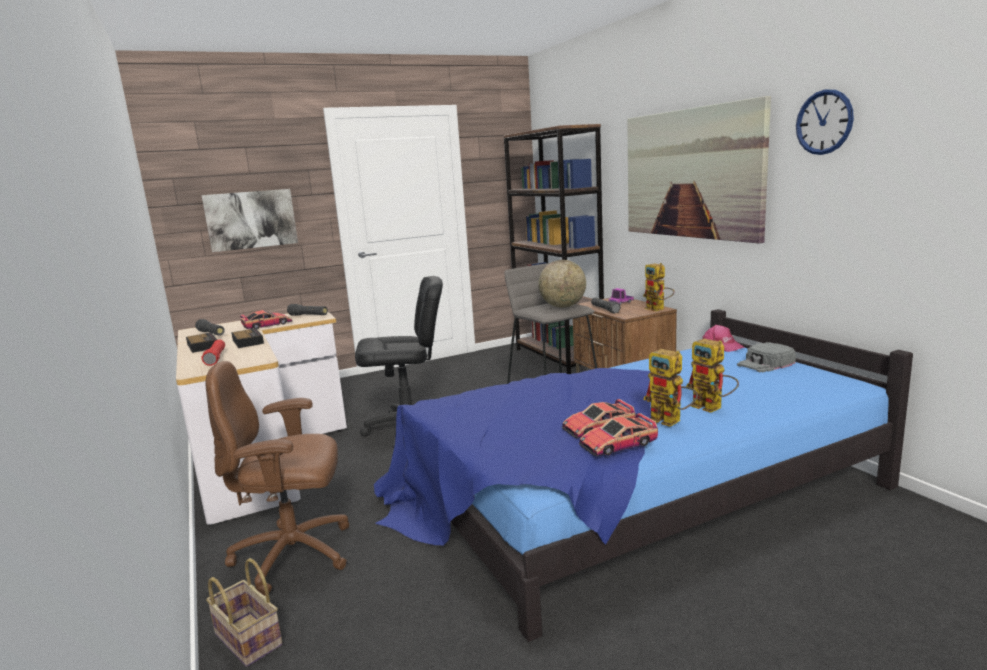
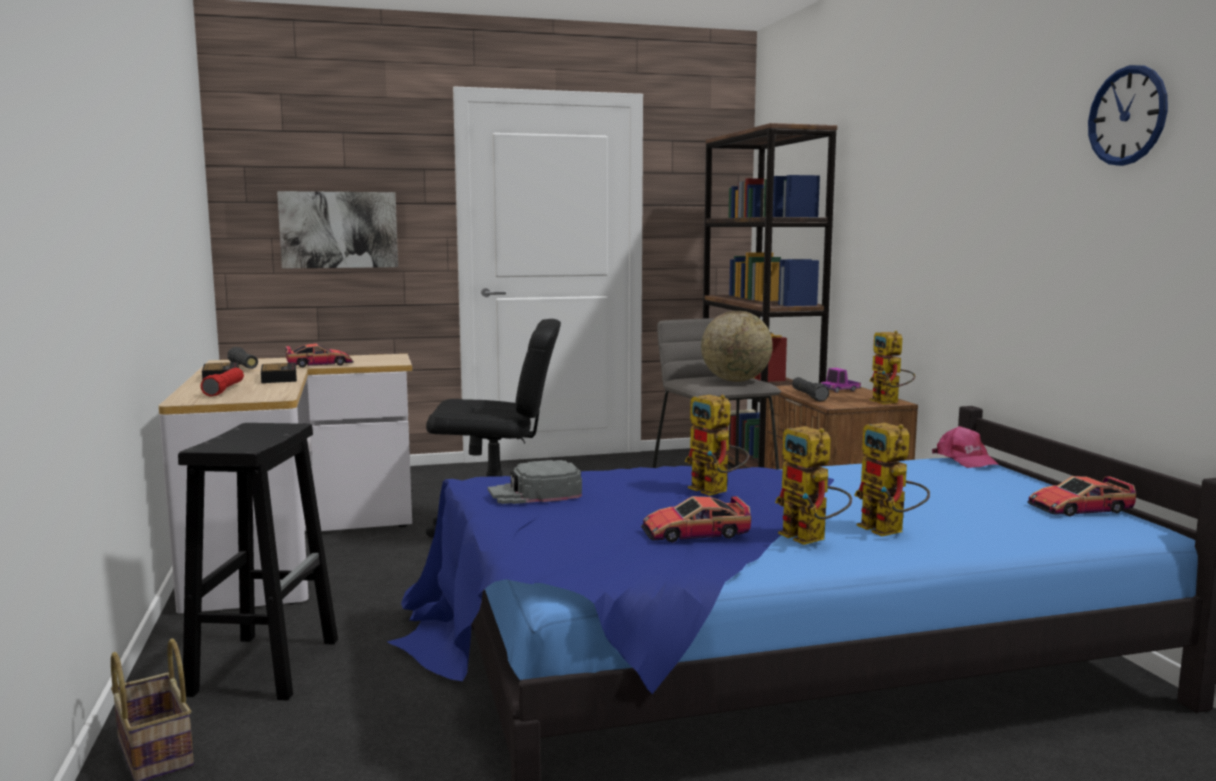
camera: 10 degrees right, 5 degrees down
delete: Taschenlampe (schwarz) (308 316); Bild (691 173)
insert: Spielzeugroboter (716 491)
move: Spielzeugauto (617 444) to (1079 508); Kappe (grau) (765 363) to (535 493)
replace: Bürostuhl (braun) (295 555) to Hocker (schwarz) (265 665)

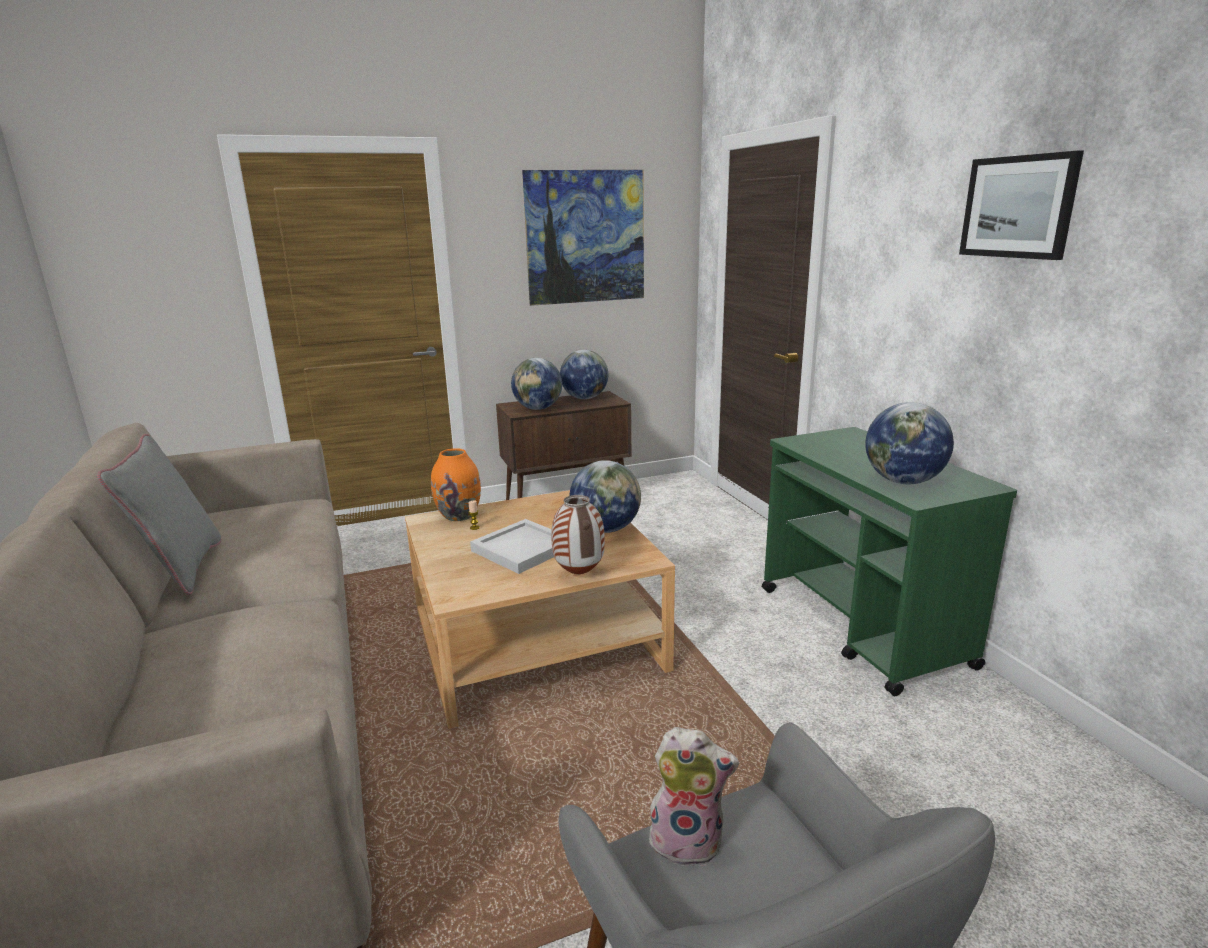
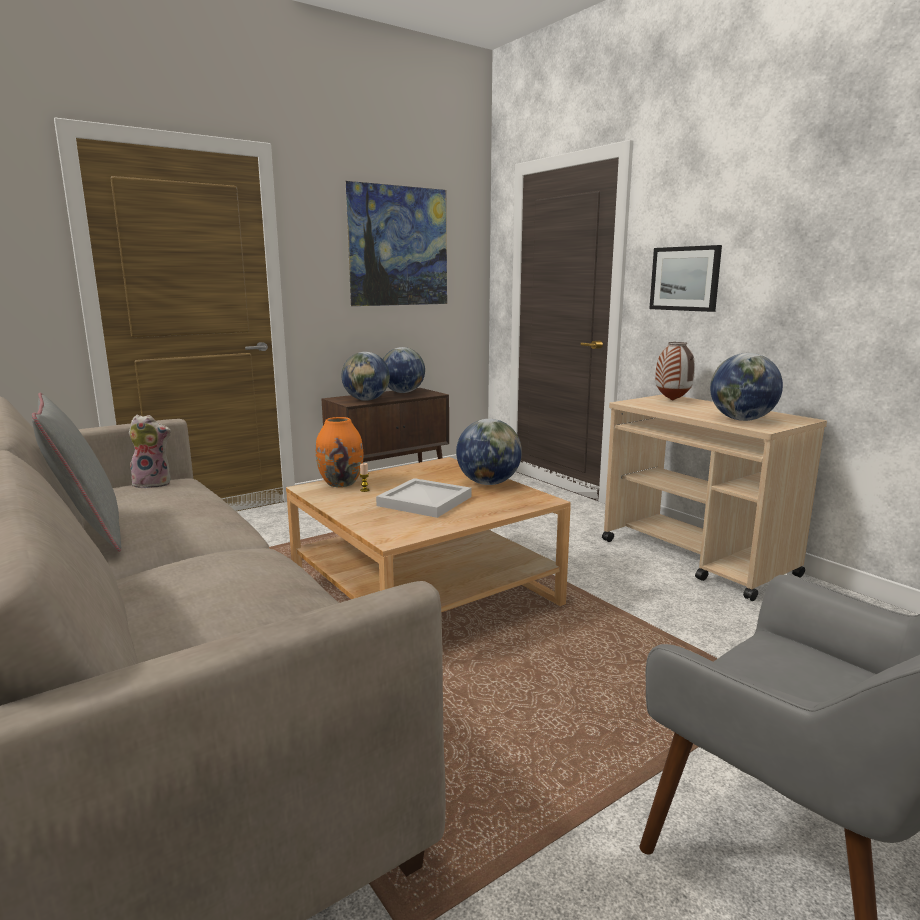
camera: 15 degrees left, 5 degrees down
move: Vase (578 574) to (671 400); Plüschtier (688 840) to (154 484); Bild (1018 207) to (685 278)
recolor: Rollwagen (grün) (862 627) to Rollwagen (beige) (697 558)

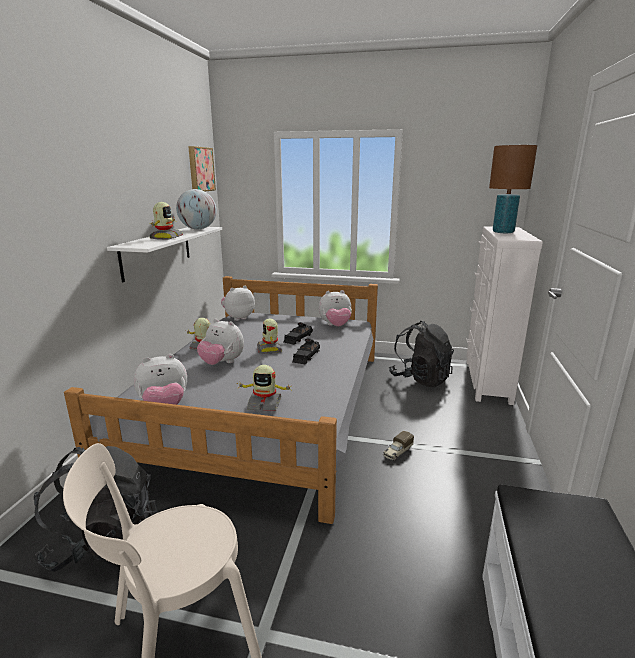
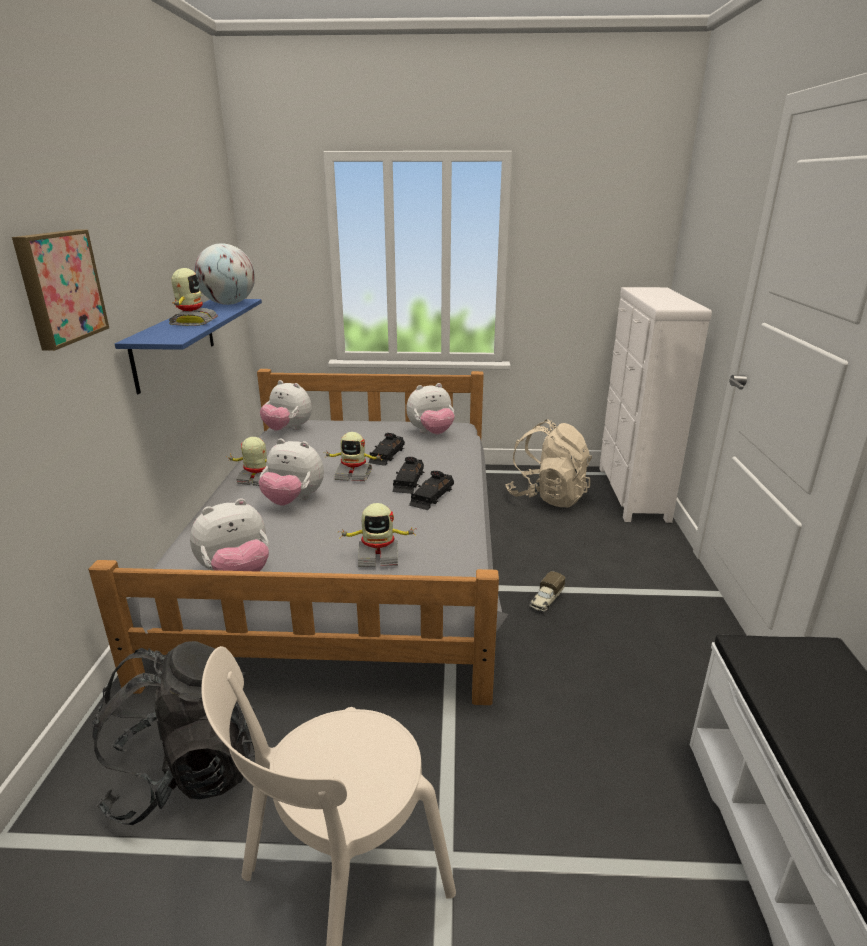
camera: 10 degrees left, 5 degrees up
delete: Tischlampe (braun) (503 232)
insert: Spielzeugauto (schwarz) (431 496)
move: Bild (200 169) to (59 287)
recolor: Wandregal (weiß) (157 251) to Wandregal (blau) (175 342); Rucksack (schwarz) (420 379) to Rucksack (beige) (547 497)
rotate: Plüschtier (238 318) = (288 430) 105 degrees counterclockwise; Spielzeugroboter (270 349) = (353 475) 60 degrees counterclockwise

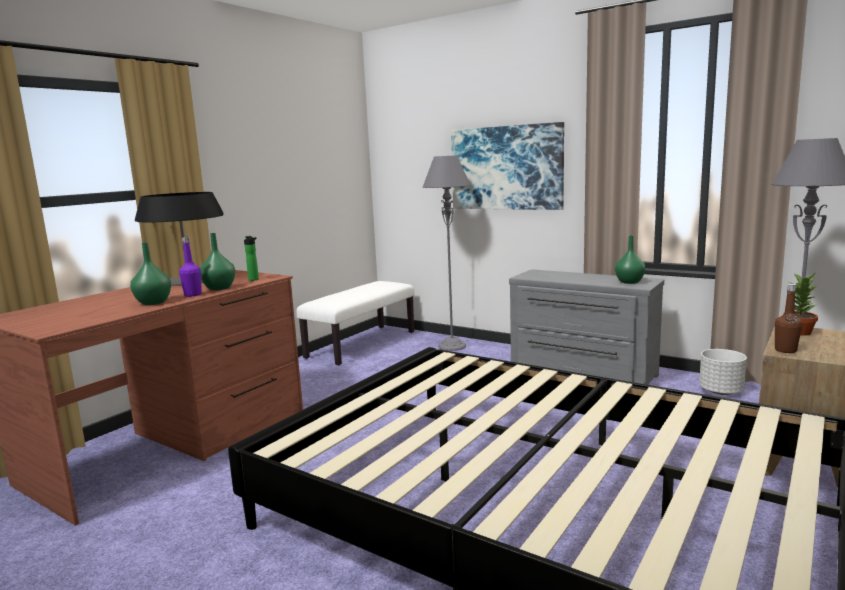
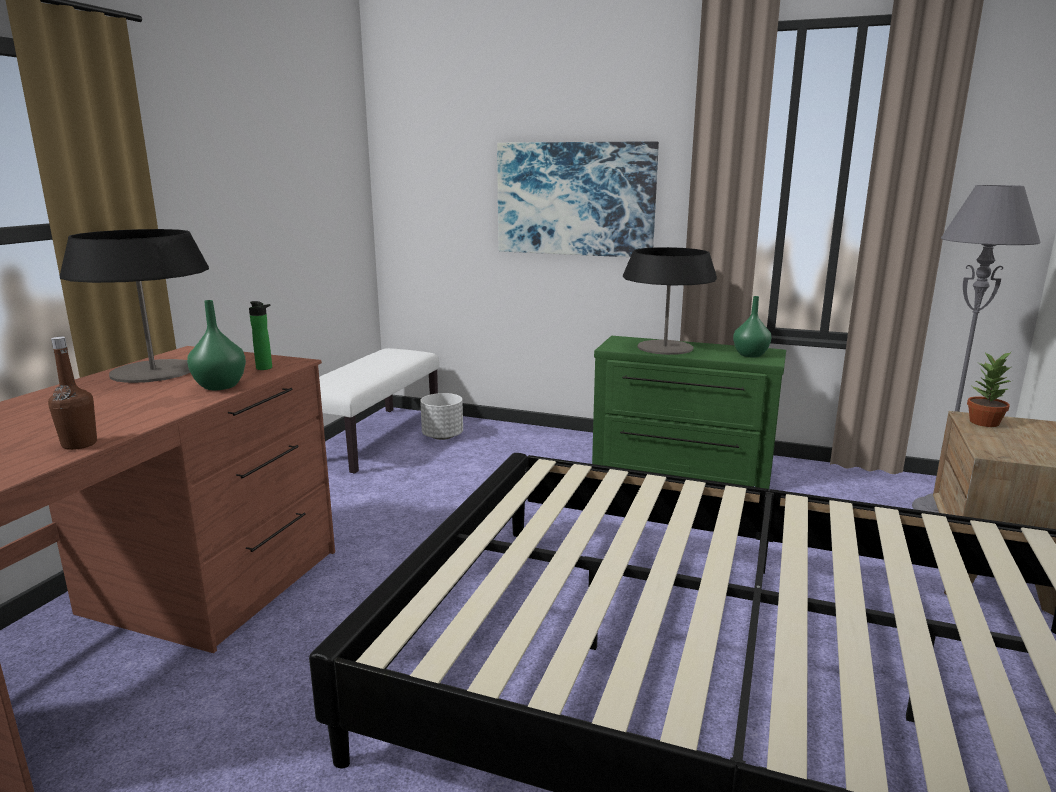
camera: 15 degrees left, 5 degrees up
delete: Vase (grün) (153 303); Flasche (lila) (193 295); Stehlampe (grau) (452 346)
insert: Tischlampe (665 347)
move: Pflanzkübel (weiß) (721 391) to (443 436); Flasche (braun) (785 350) to (79 444)
recolor: Kommode (grau) (581 373) to Kommode (grün) (681 468)

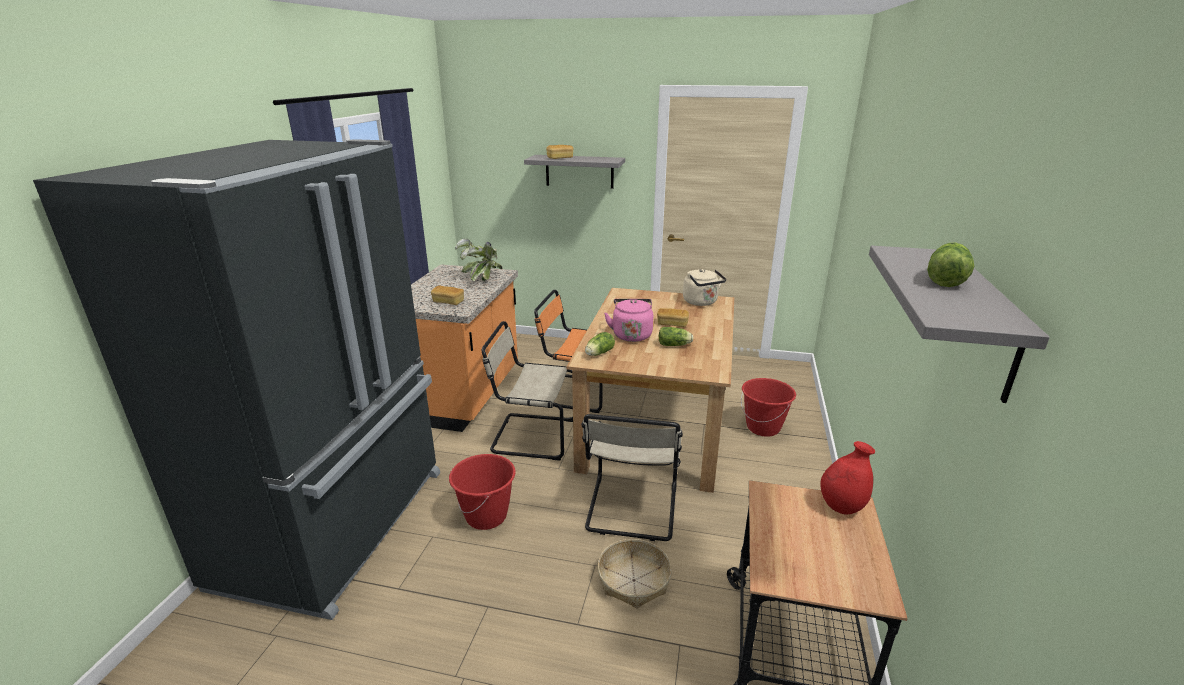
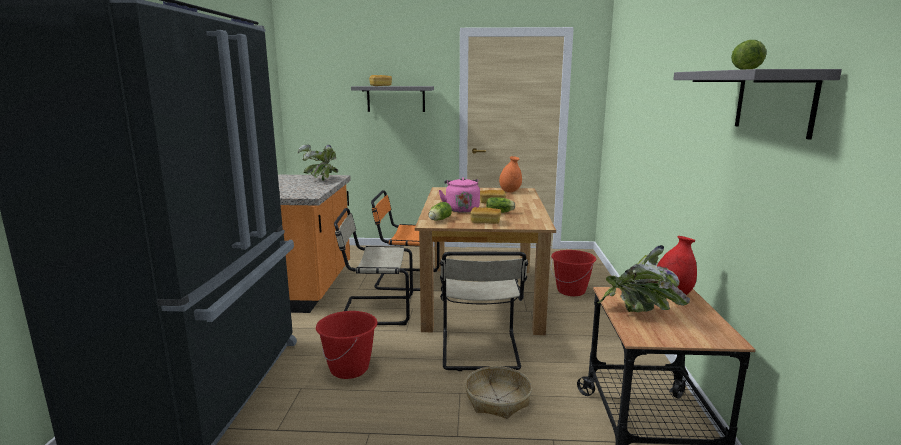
camera: 10 degrees left, 10 degrees down
insert: Topfpflanze (639 314)
move: Brot (448 302) to (485 222)
replace: Wasserkessel (beige) (701 302) to Vase (orange) (510 191)

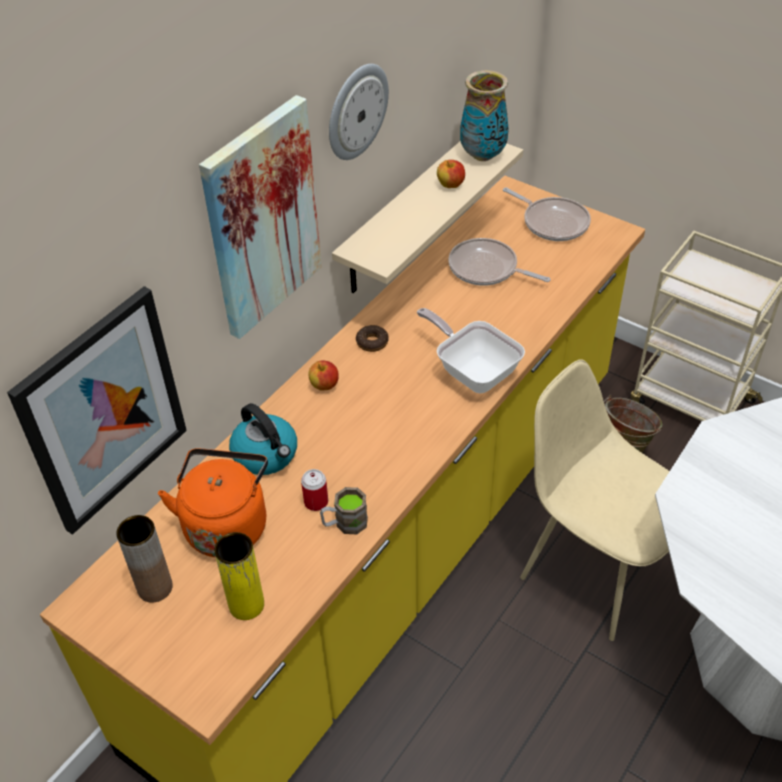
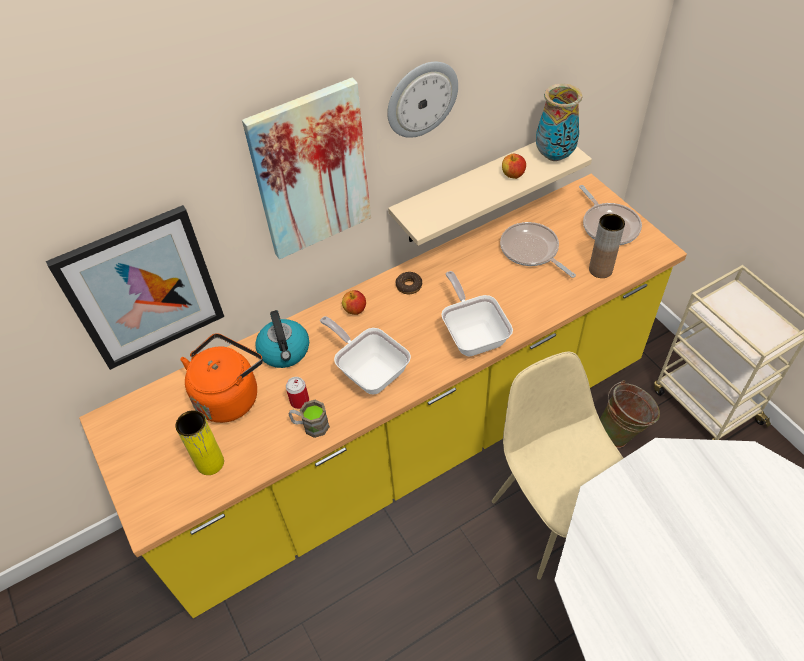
camera: 25 degrees right, 5 degrees up
insert: Pfanne (369 370)
move: Vase (braun) (155 587) to (600 270)

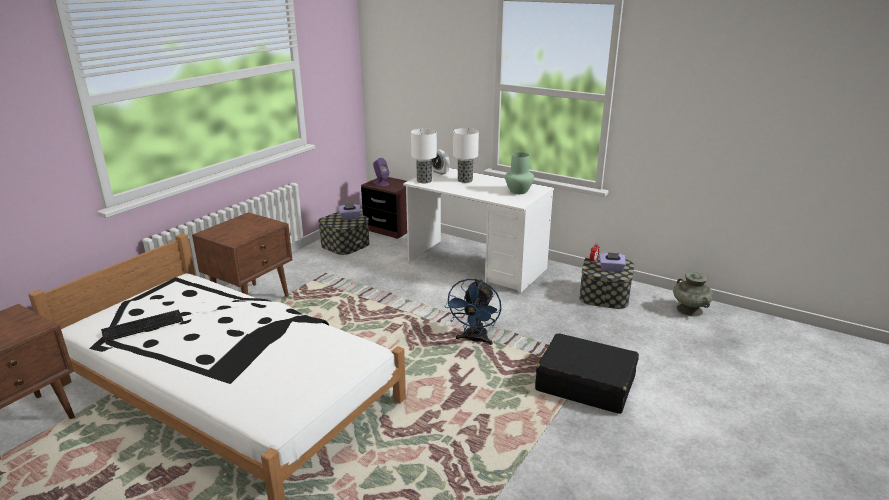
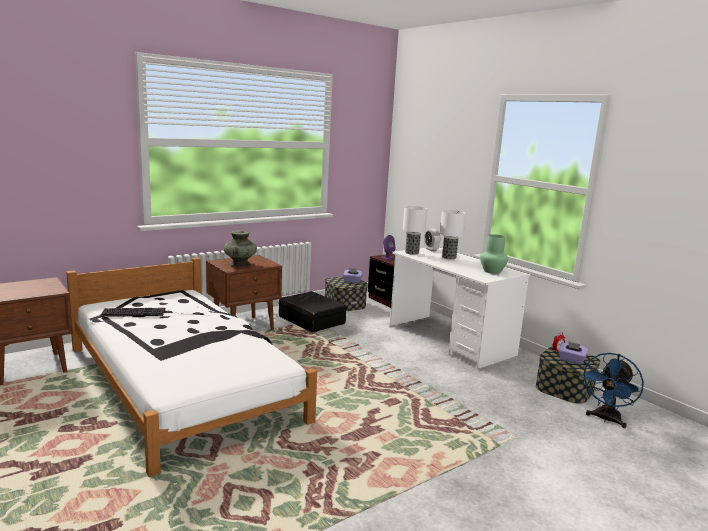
camera: 20 degrees right, 10 degrees down
move: Ventilator (blau) (474 340) to (606 419); Koffer (schwarz) (585 384) to (311 320); Vase (türkis) (689 310) to (240 264)

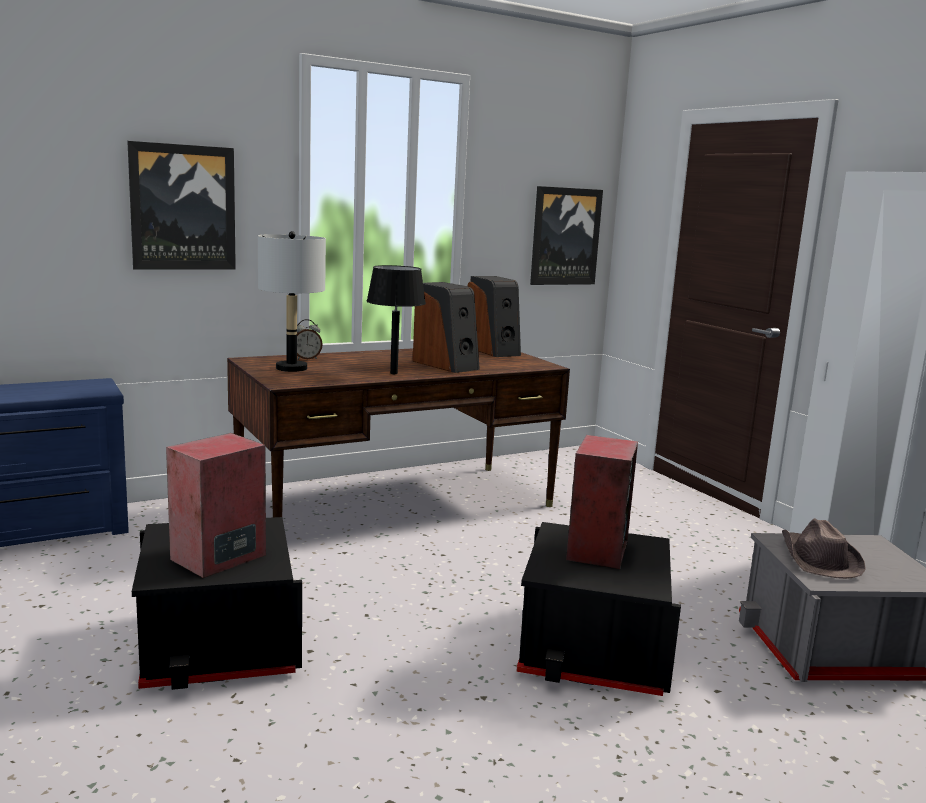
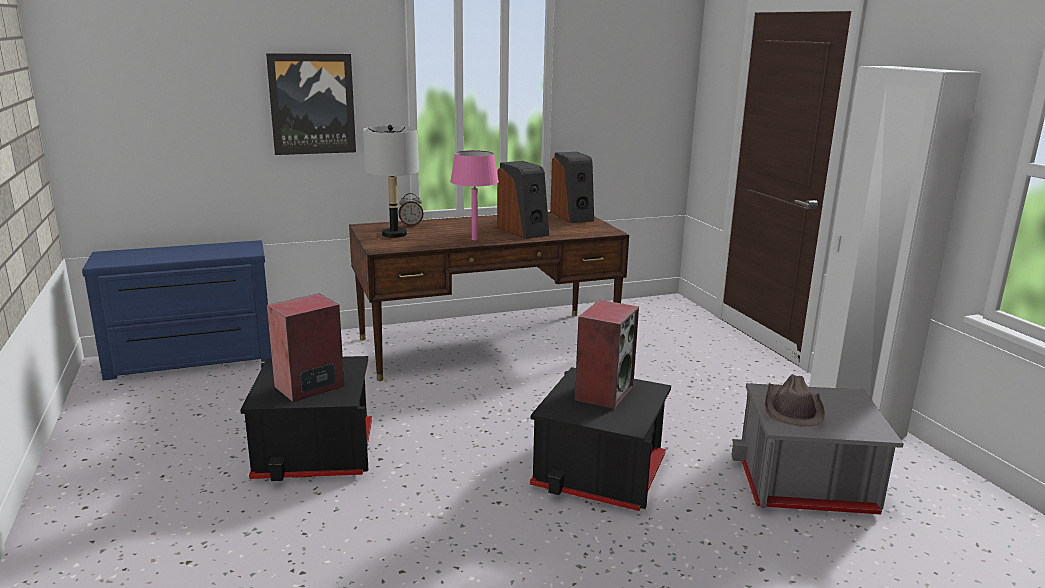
camera: 10 degrees right, 5 degrees up
delete: Bild (565 236)
recolor: Tischlampe (schwarz) (393 373) to Tischlampe (rosa) (474 239)

